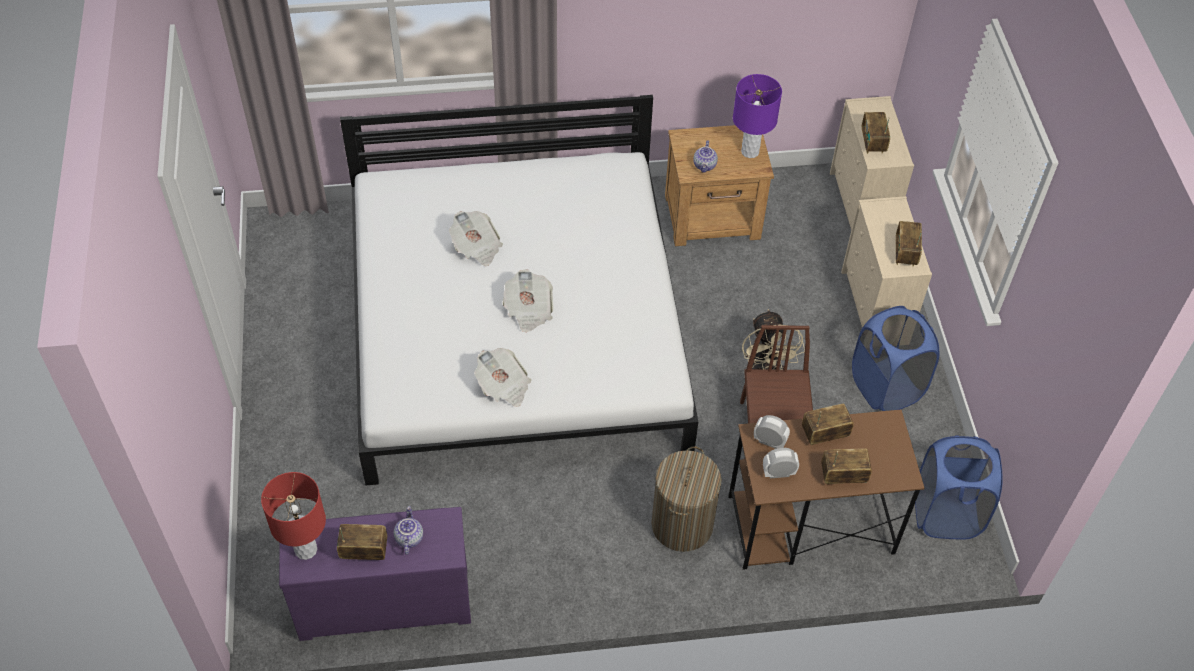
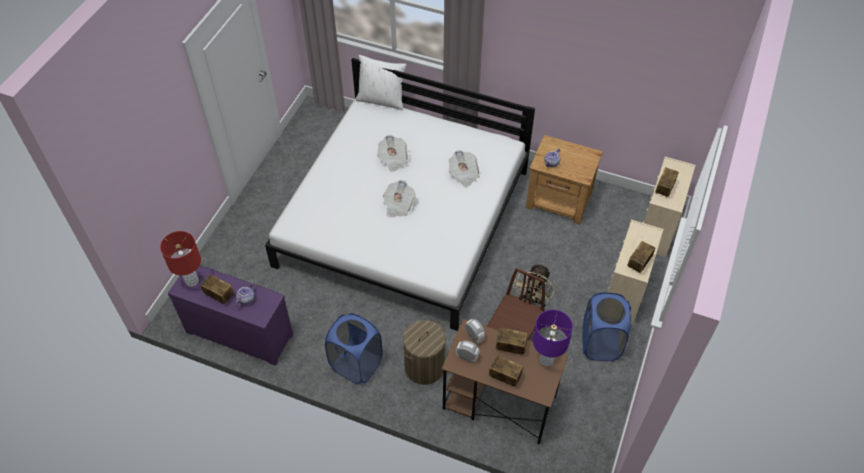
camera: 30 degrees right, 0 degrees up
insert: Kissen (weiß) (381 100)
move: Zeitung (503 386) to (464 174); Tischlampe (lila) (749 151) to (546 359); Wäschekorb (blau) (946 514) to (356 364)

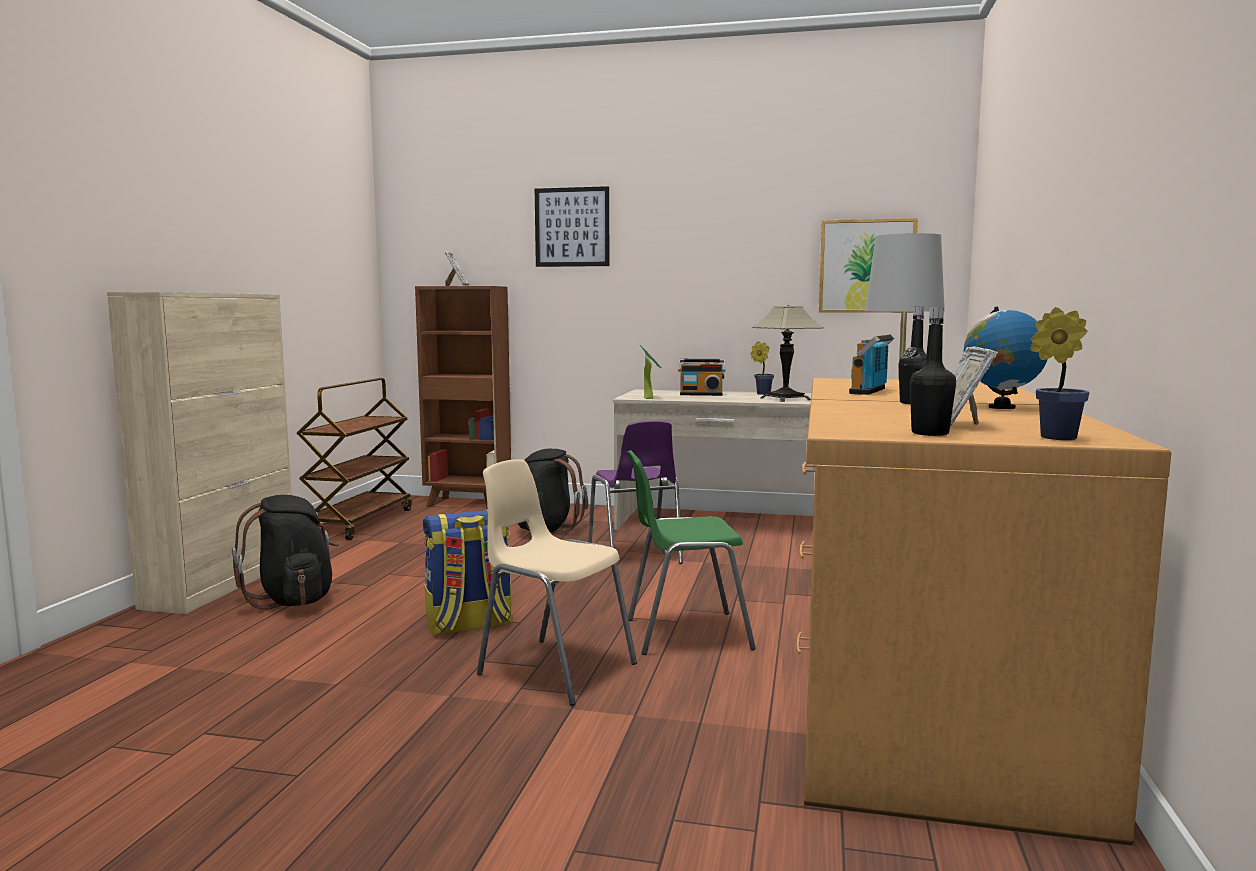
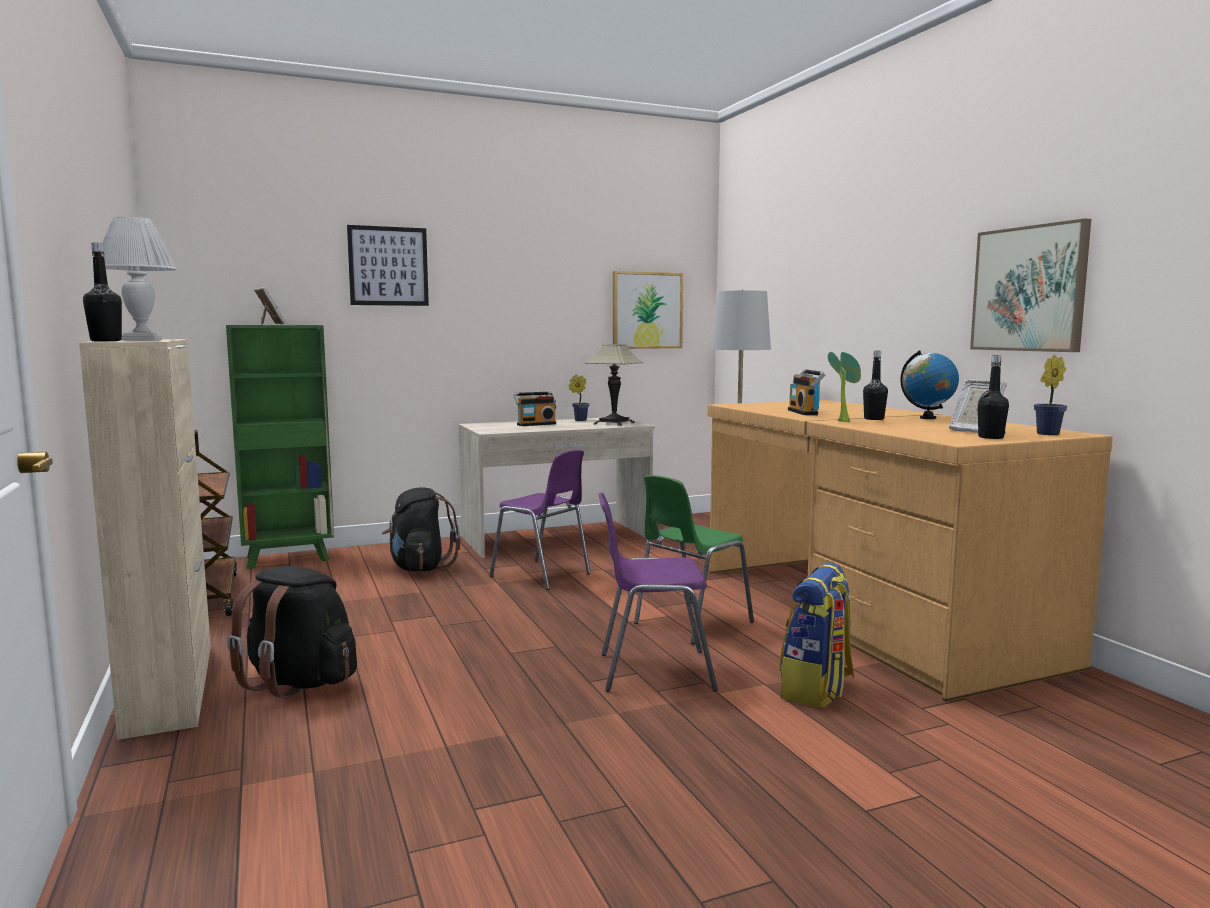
camera: 35 degrees left, 0 degrees up
insert: Flasche (schwarz) (106 341); Tischlampe (weiß) (143 340); Bild (1029 289)
move: Rucksack (469 625) to (817 690); Topfpflanze (650 398) to (843 421)
recolor: Bücherregal (braun) (468 504) to Bücherregal (grün) (290 559); Stuhl (beige) (554 668) to Stuhl (lila) (652 671)

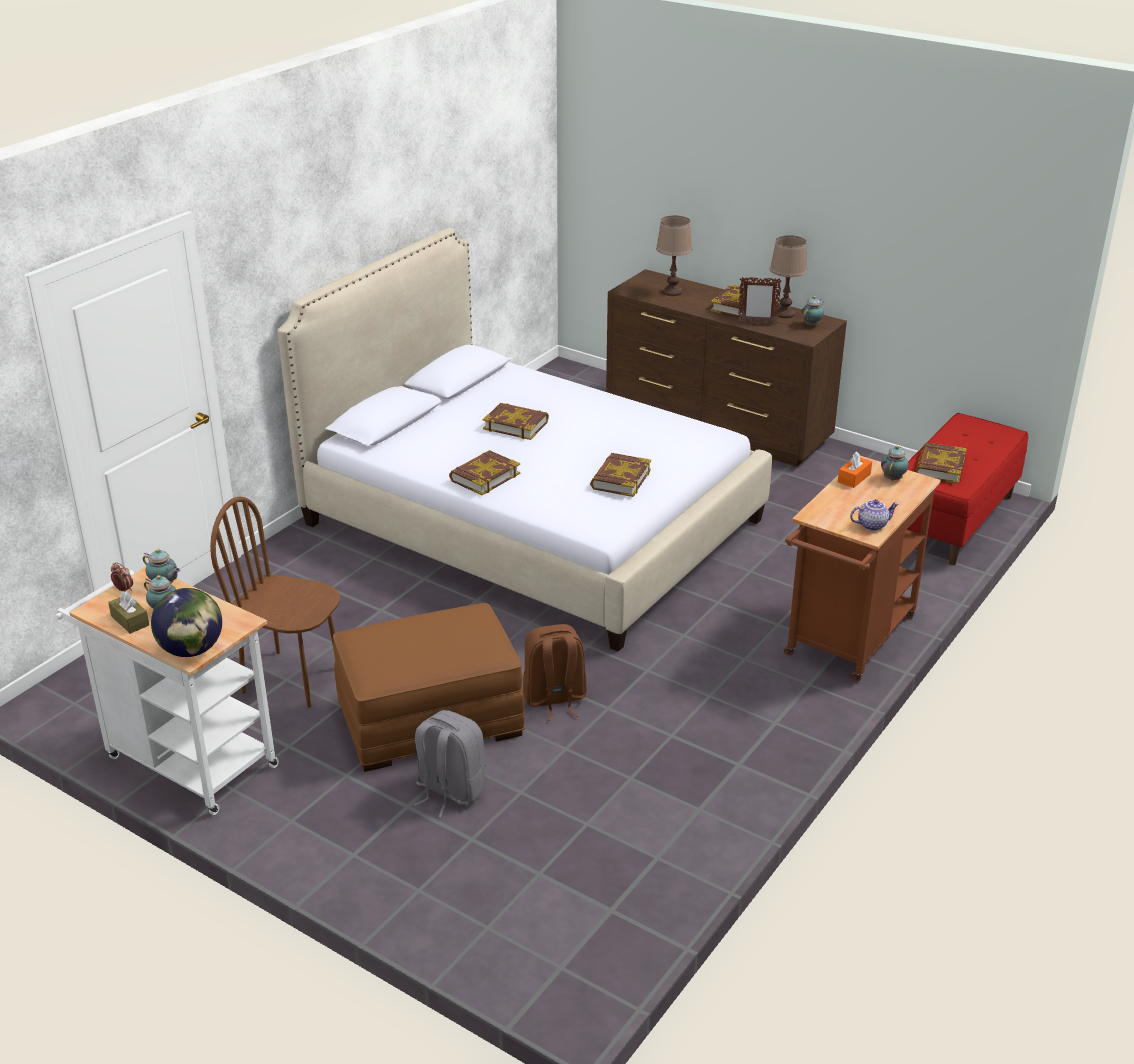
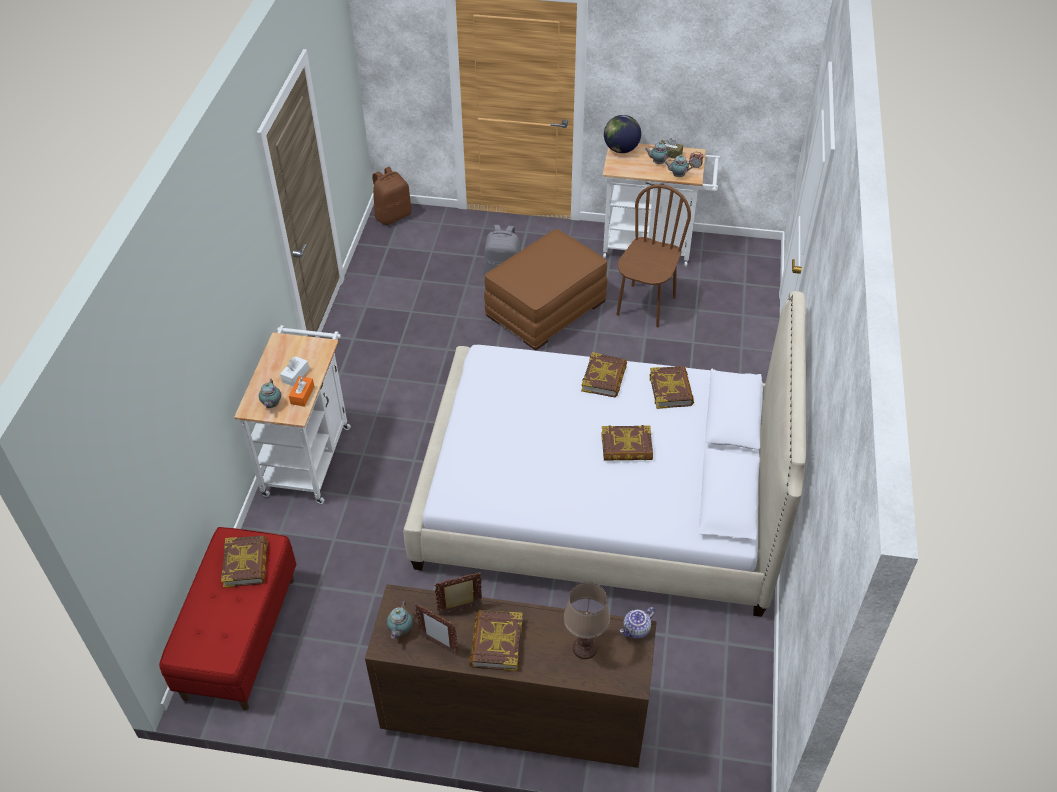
camera: 155 degrees right, 15 degrees up
insert: Taschentuchbox (weiß) (295 375)
move: Rucksack (braun) (554 699) to (393 215); Buch (620 479) to (671 390); Teekanne (872 525) to (636 630)
replace: Tischlampe (braun) (784 314) to Bilderrahmen (438 644)
recolor: Rollwagen (braun) (846 641) to Rollwagen (weiß) (309 455)
rotate: Stuhl (braun) (292 679) = (645 306) 60 degrees counterclockwise

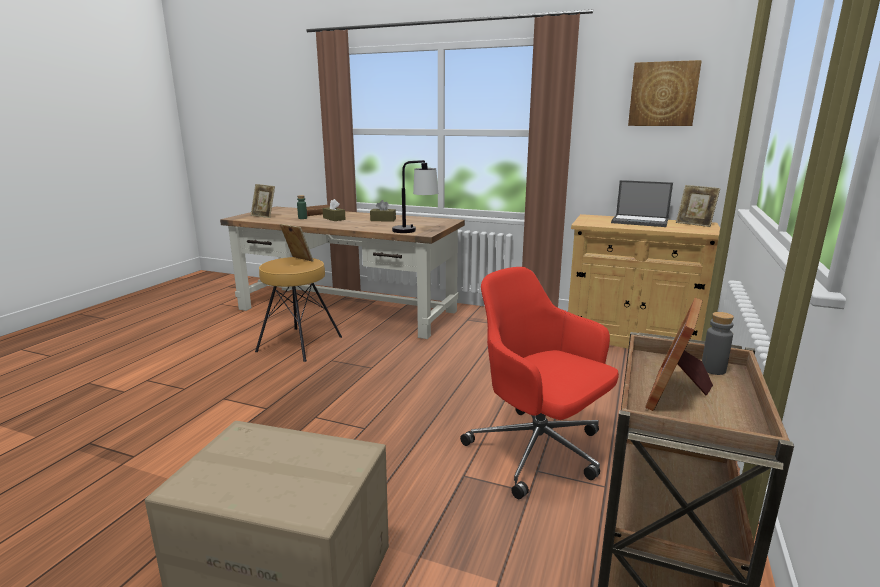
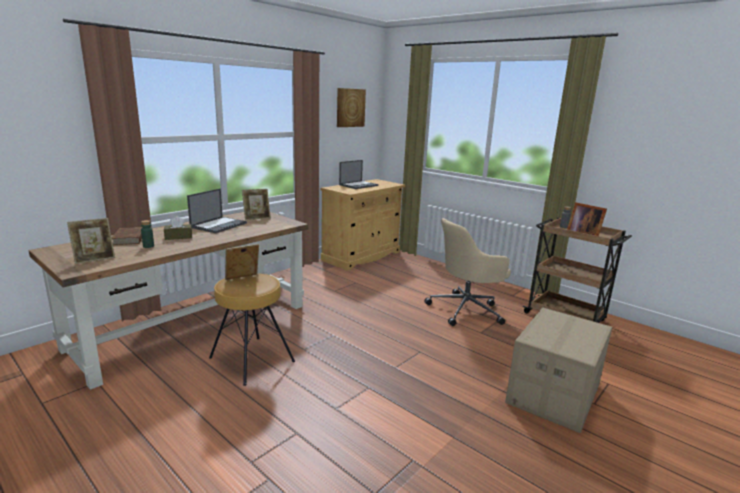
camera: 70 degrees left, 0 degrees up
delete: Tischlampe (415 231)
move: Bilderrahmen (694 224) to (257 218)
replace: Taschentuchbox (braun) (383 220) to Laptop (219 225)
recolor: Bürostuhl (rot) (539 451) to Bürostuhl (beige) (466 310)

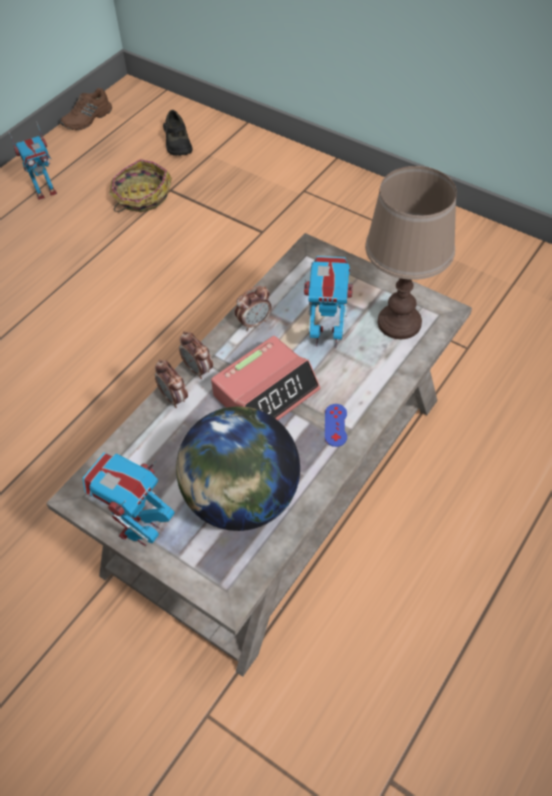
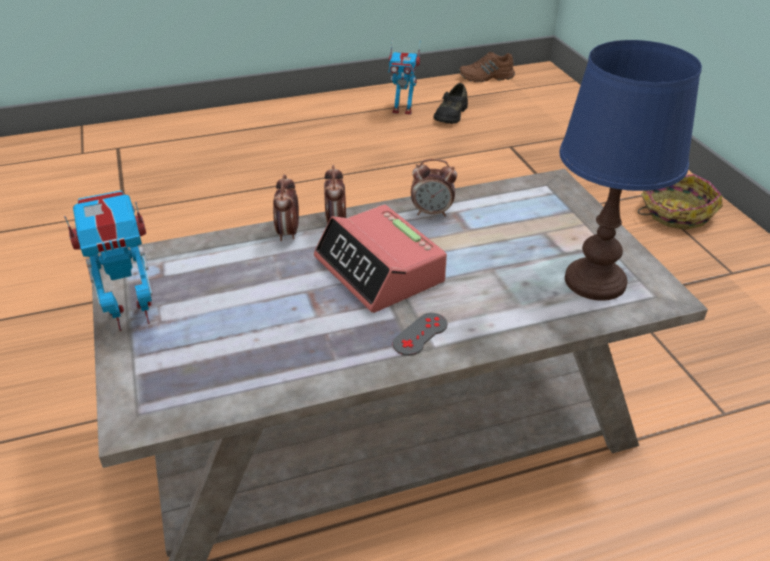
camera: 35 degrees right, 15 degrees down
delete: Globus (241 499); Spielzeugroboter (326 336)
move: Korb (141 197) to (675 213); Schuh (schwarz) (177 143) to (450 114)
recolor: Gamepad (blau) (335 425) to Gamepad (grau) (420 334); Tischlampe (braun) (400 323) to Tischlampe (blau) (596 282)
rotate: Wecker (266 392) = (379 270) 60 degrees clockwise

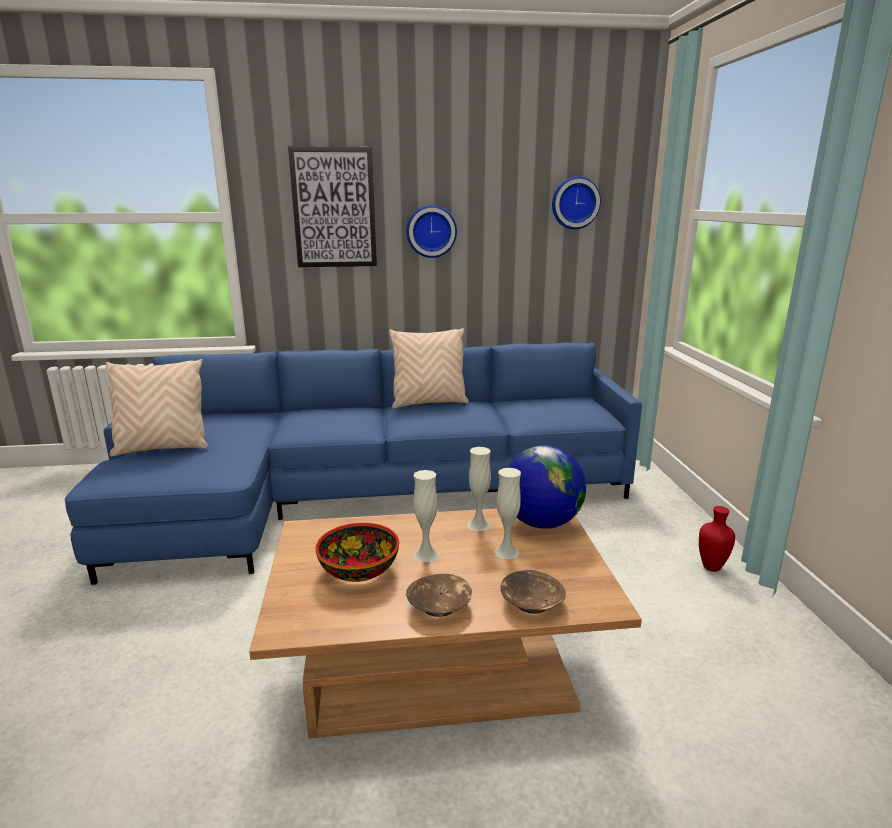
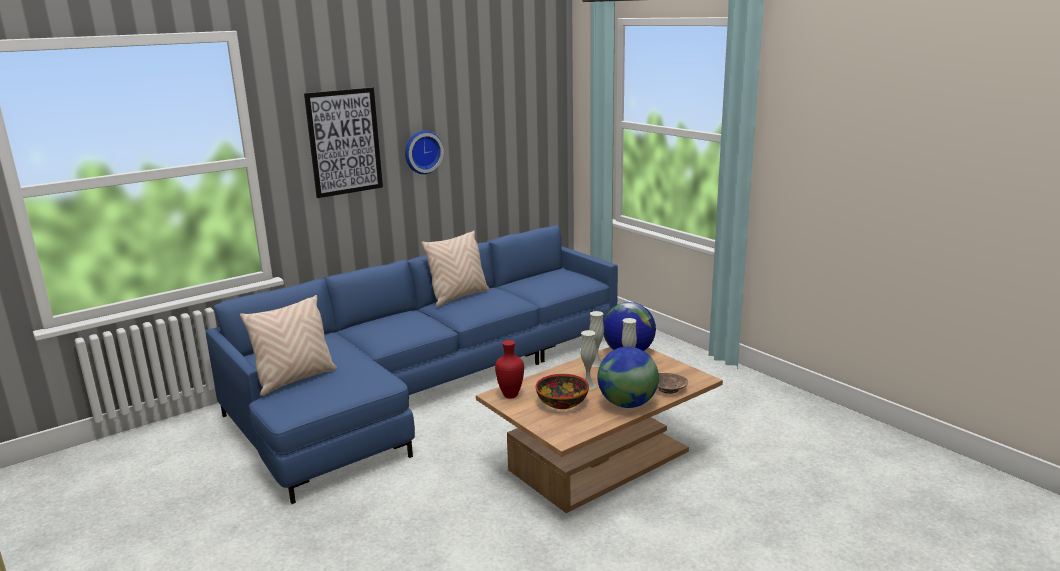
camera: 30 degrees left, 0 degrees up
delete: Wanduhr (574 203)
move: Vase (rot) (710 567) to (509 396)
replace: Schüssel (braun) (439 606) to Globus (627 404)

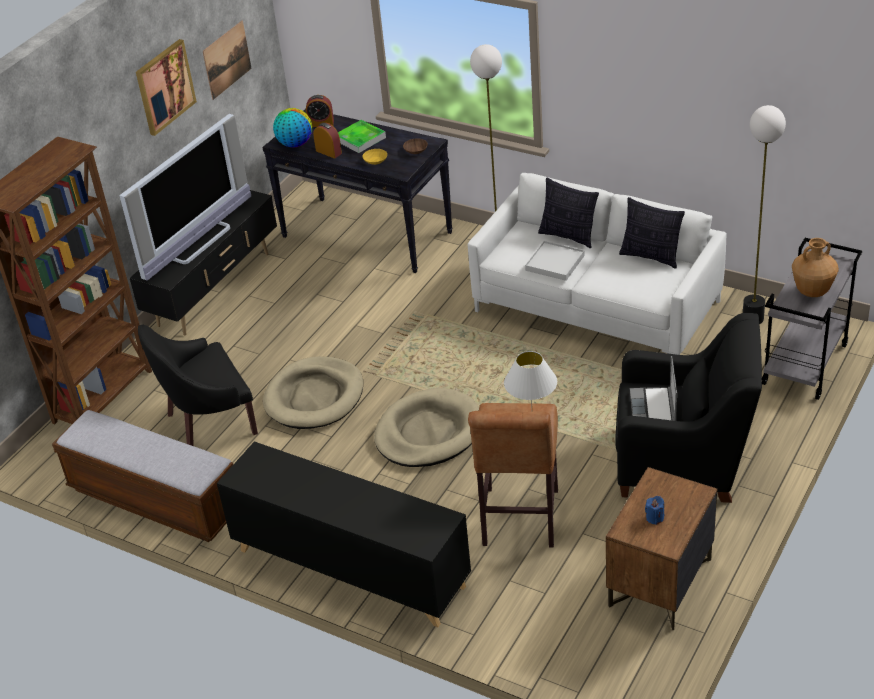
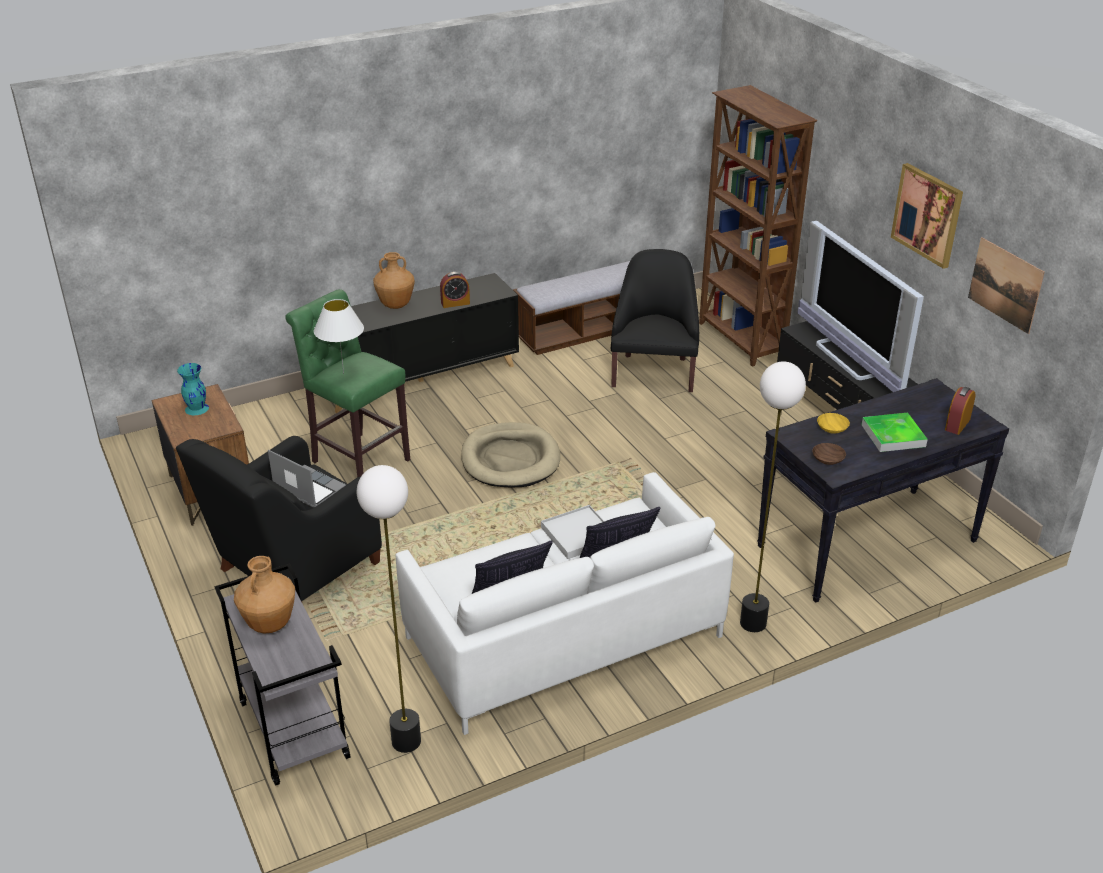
camera: 120 degrees right, 5 degrees down
delete: Hundebett (beige) (314 397); Globus (295 144)
insert: Vase (braun) (396 305)
move: Wecker (328 152) to (455 303)
replace: Kerze (blau) (654 518) to Vase (türkis) (197 409)
recolor: Hocker (braun) (519 522) to Hocker (grün) (357 459)

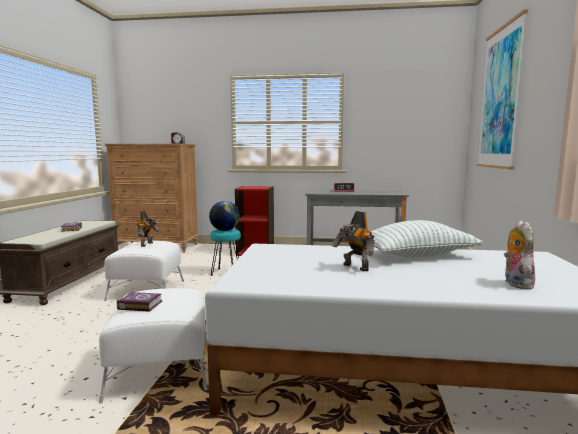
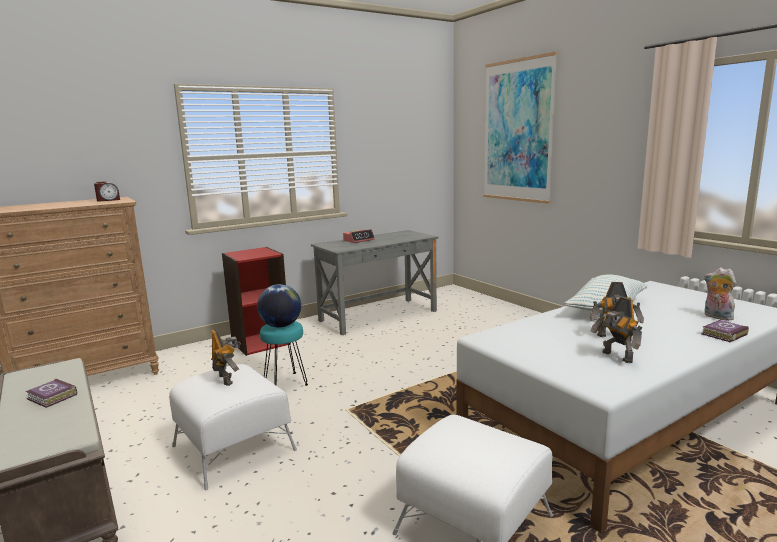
camera: 40 degrees left, 5 degrees up
insert: Spielzeugroboter (616 357)
move: Buch (140 305) to (723 334)

